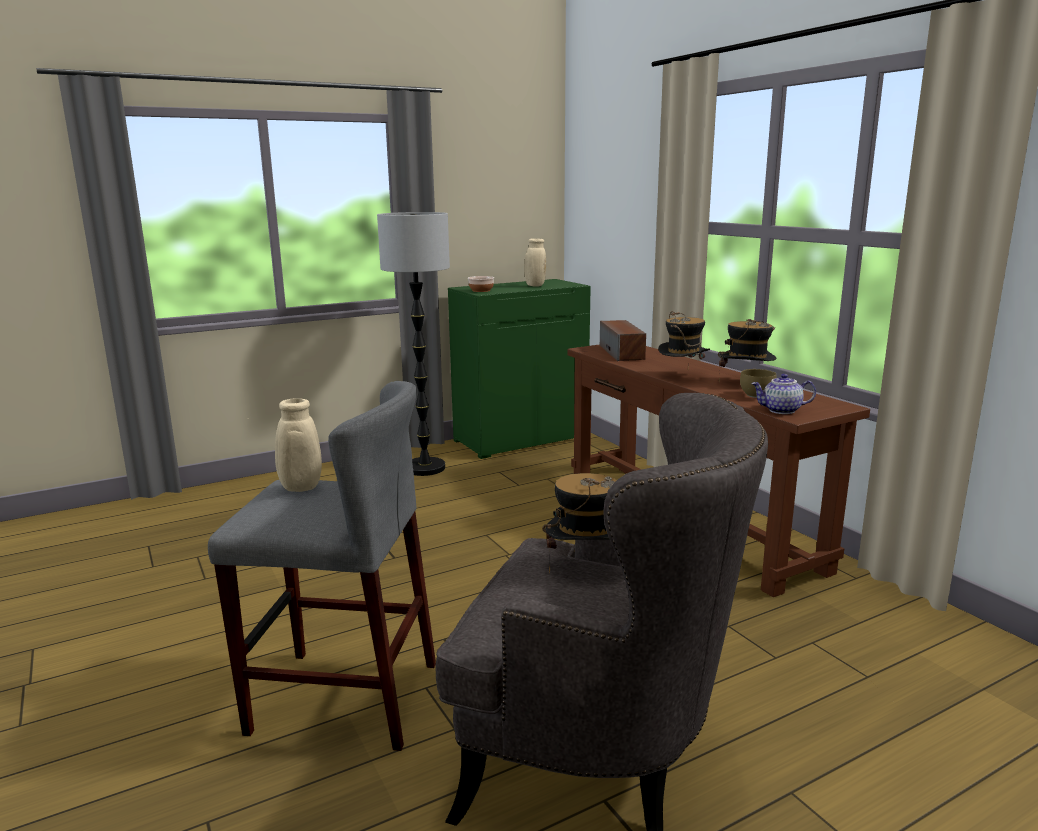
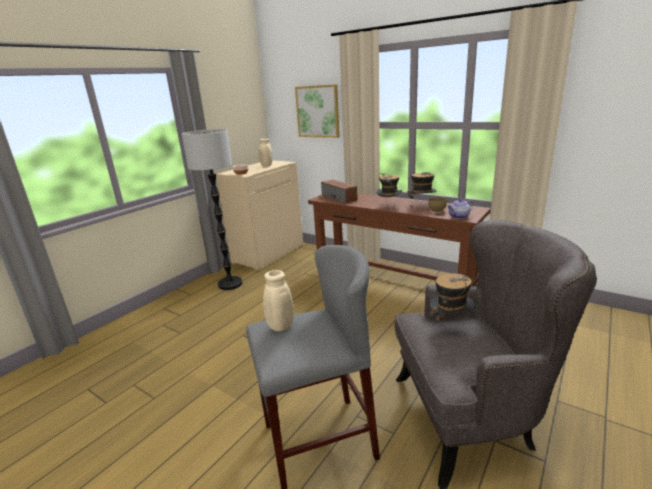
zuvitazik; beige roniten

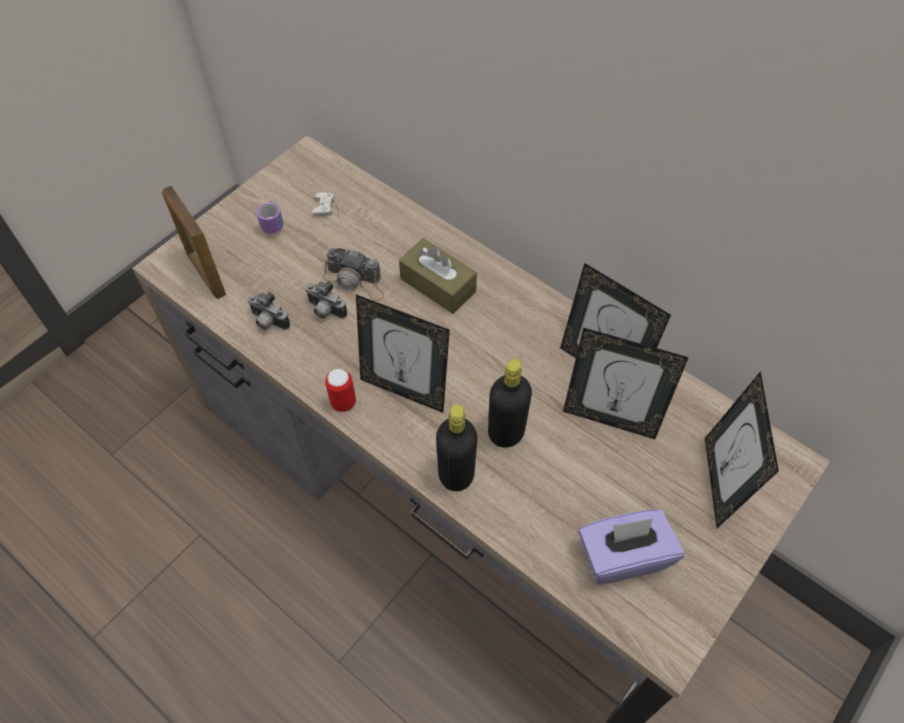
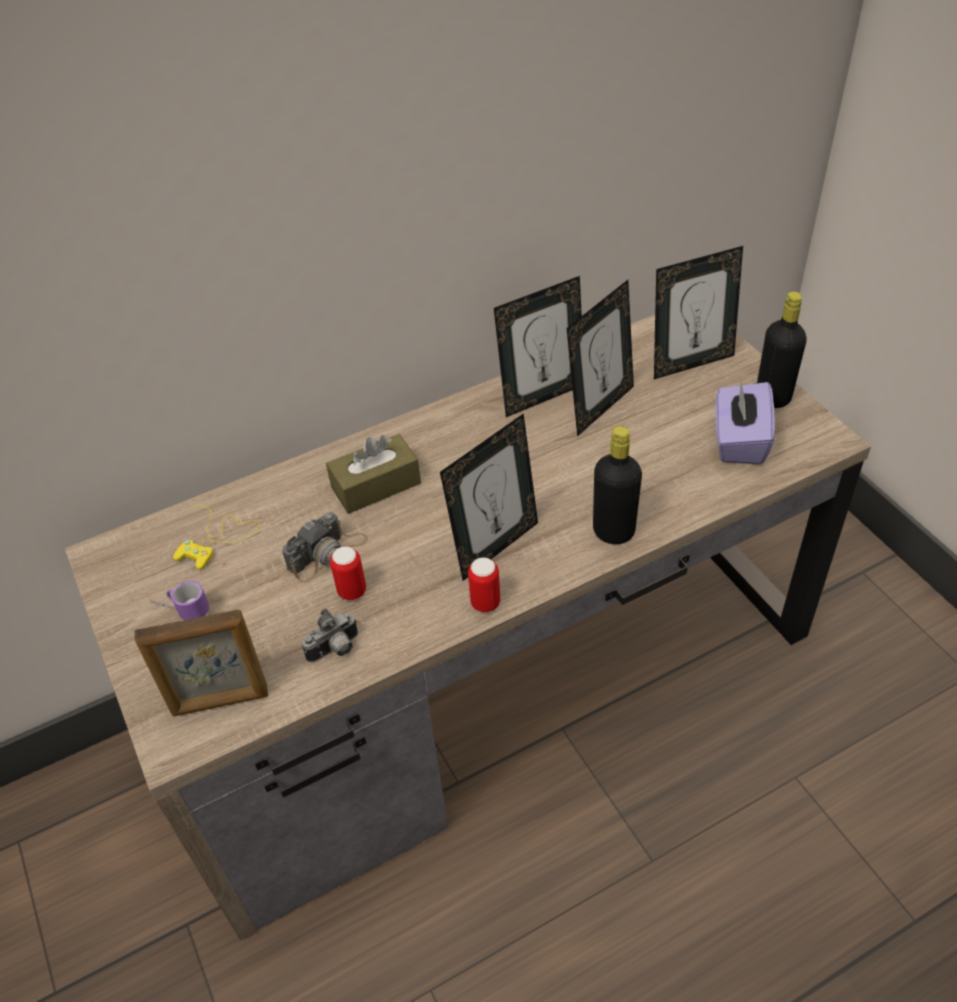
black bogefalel (2nd from left); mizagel (1st from left); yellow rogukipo; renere (5th from left)

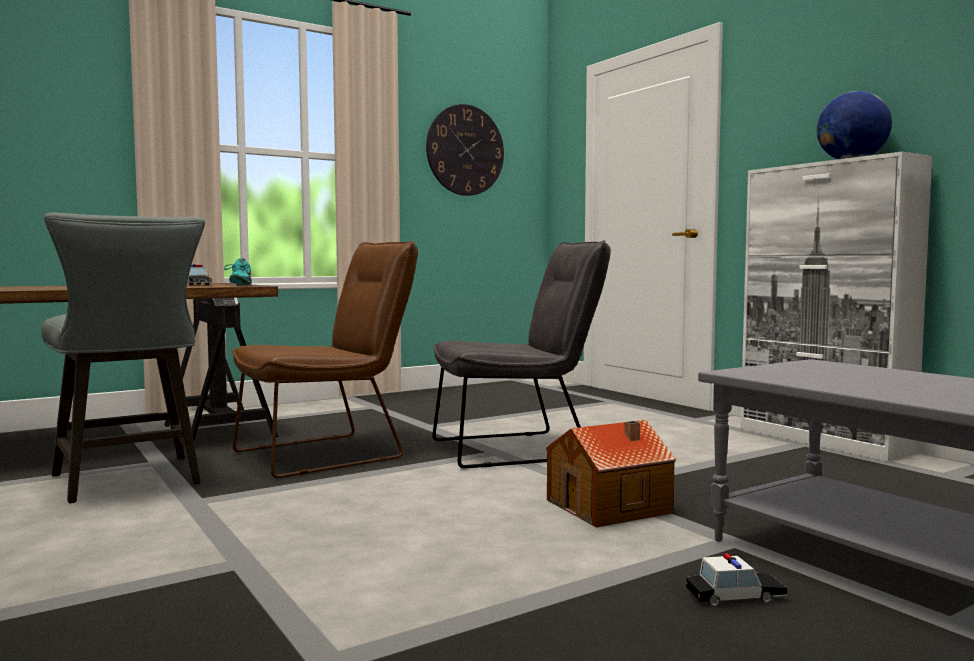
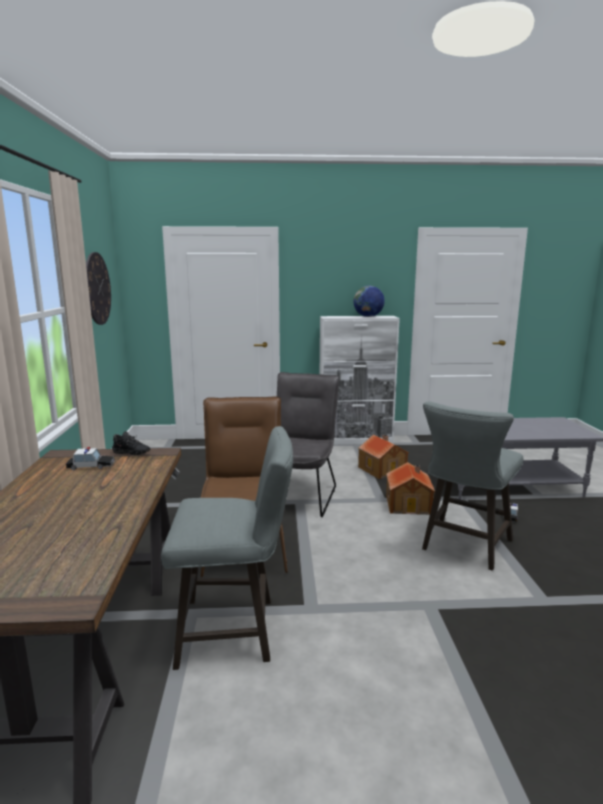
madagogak (1st from left); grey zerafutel (2nd from left); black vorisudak

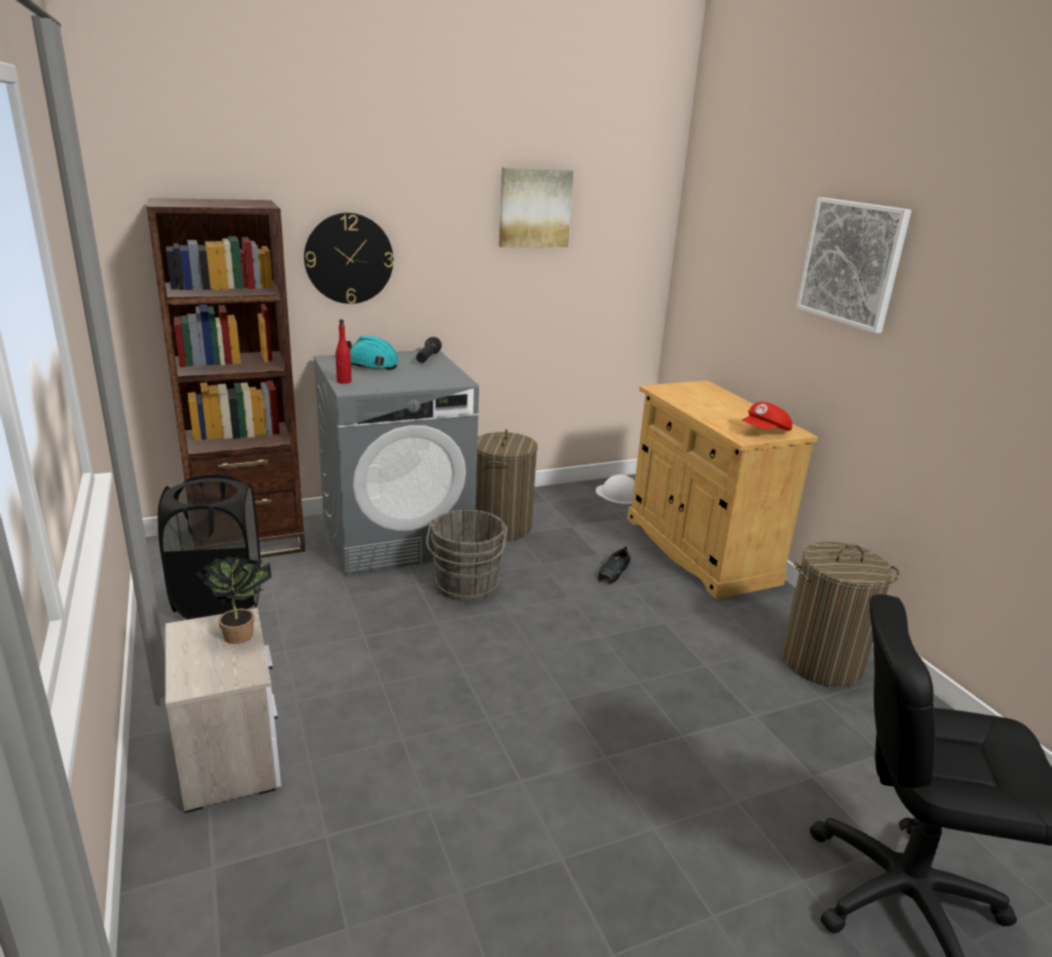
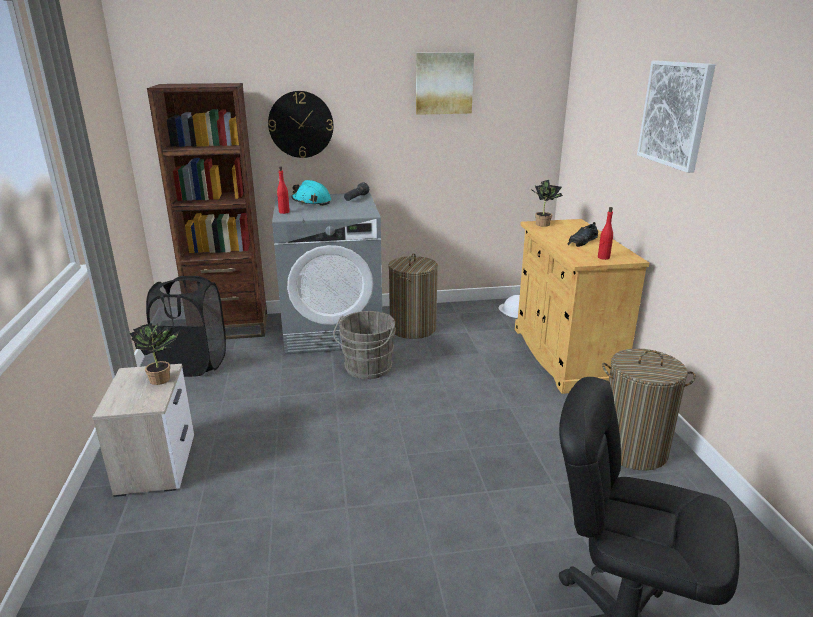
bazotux (2nd from left); black vorisudak; red bogefalel (2nd from left)

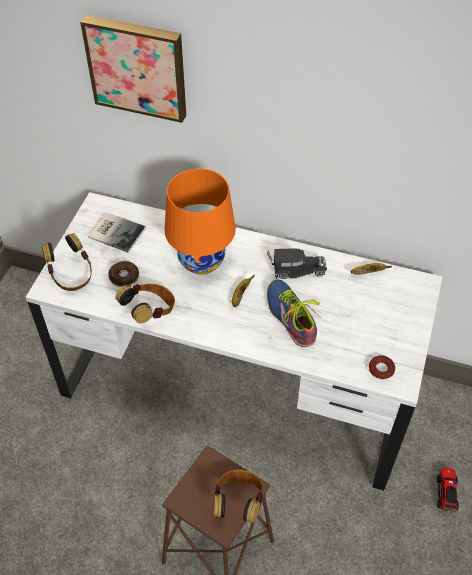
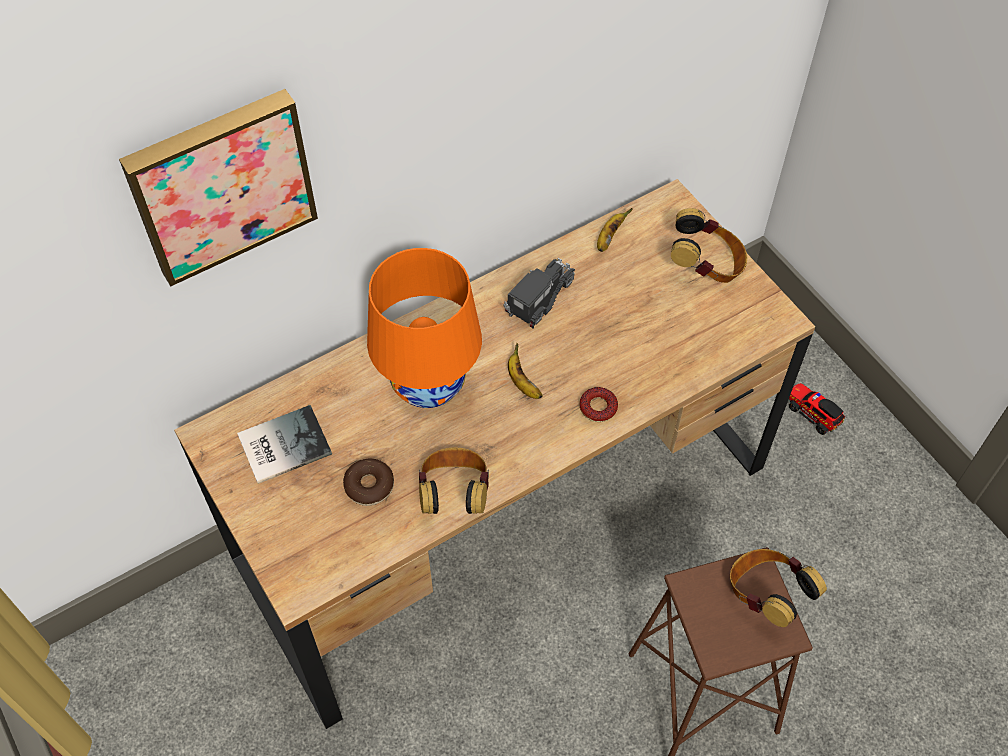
vorisudak; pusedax (2nd from left); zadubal (2nd from left); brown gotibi

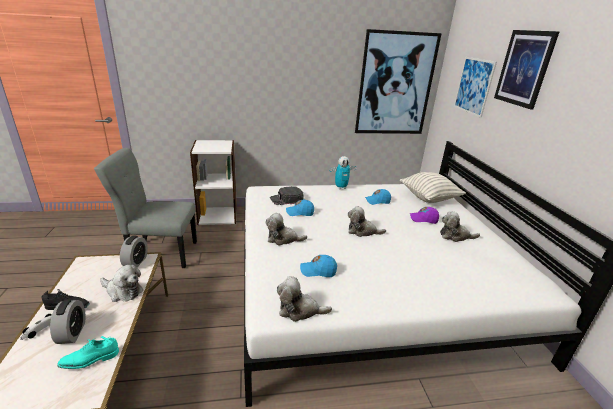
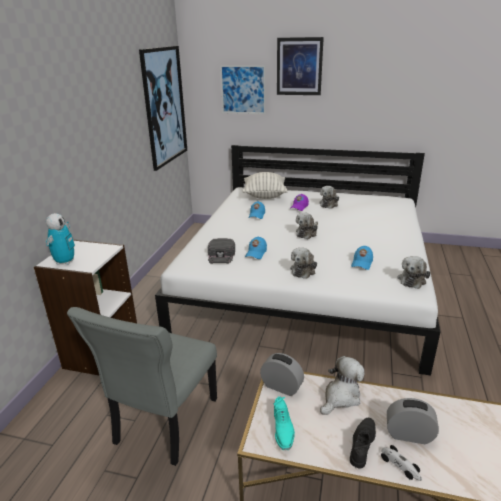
turquoise vorisudak; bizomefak

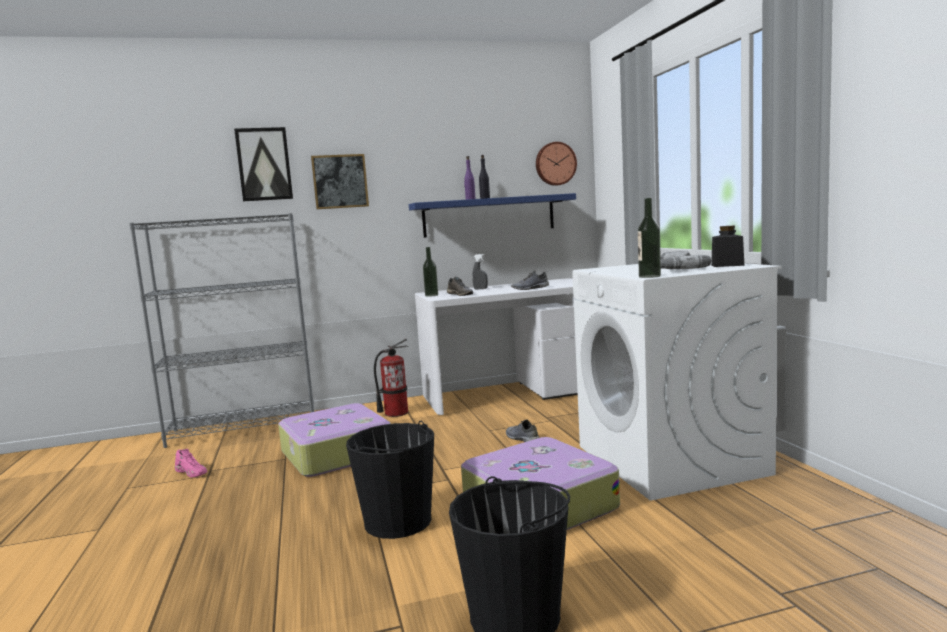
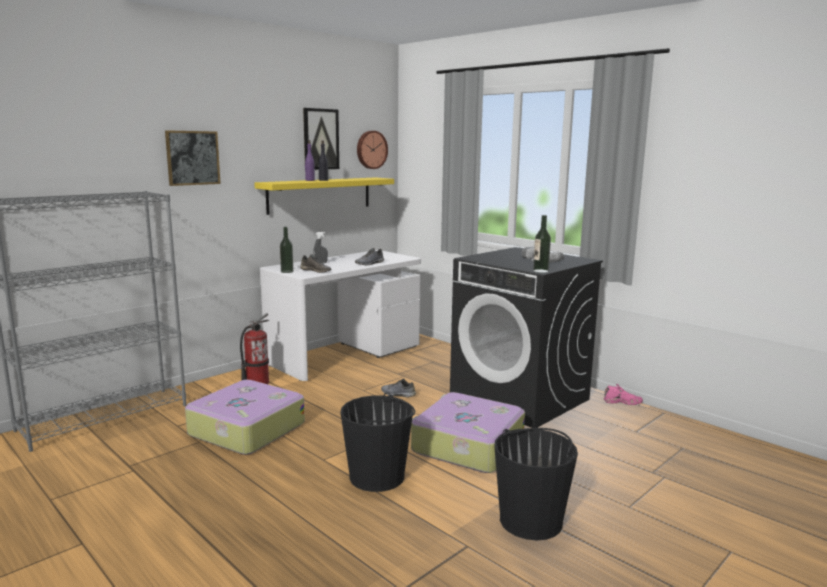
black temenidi; pink vorisudak; zuvitazik (2nd from left); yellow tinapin; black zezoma

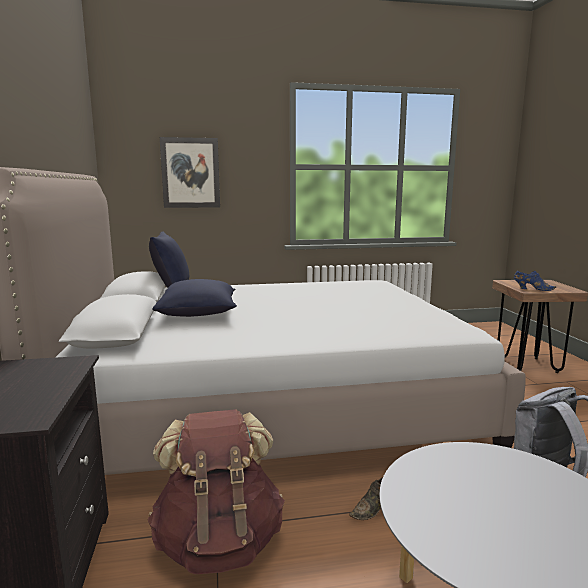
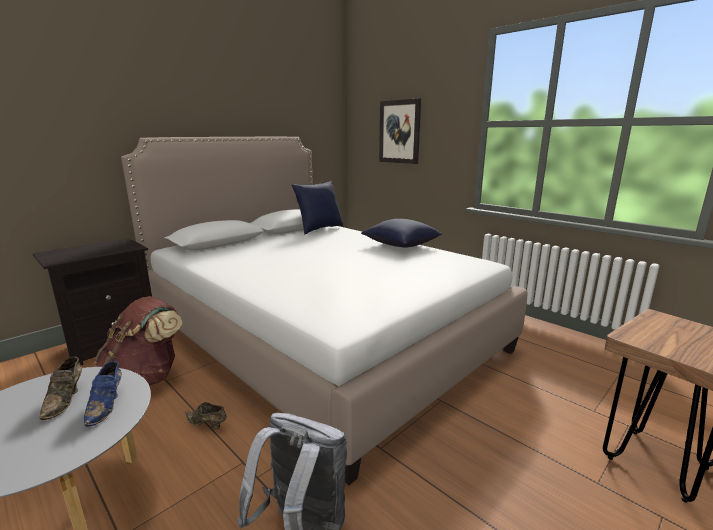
brown vorisudak (1st from left); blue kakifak (2nd from left); blue vorisudak

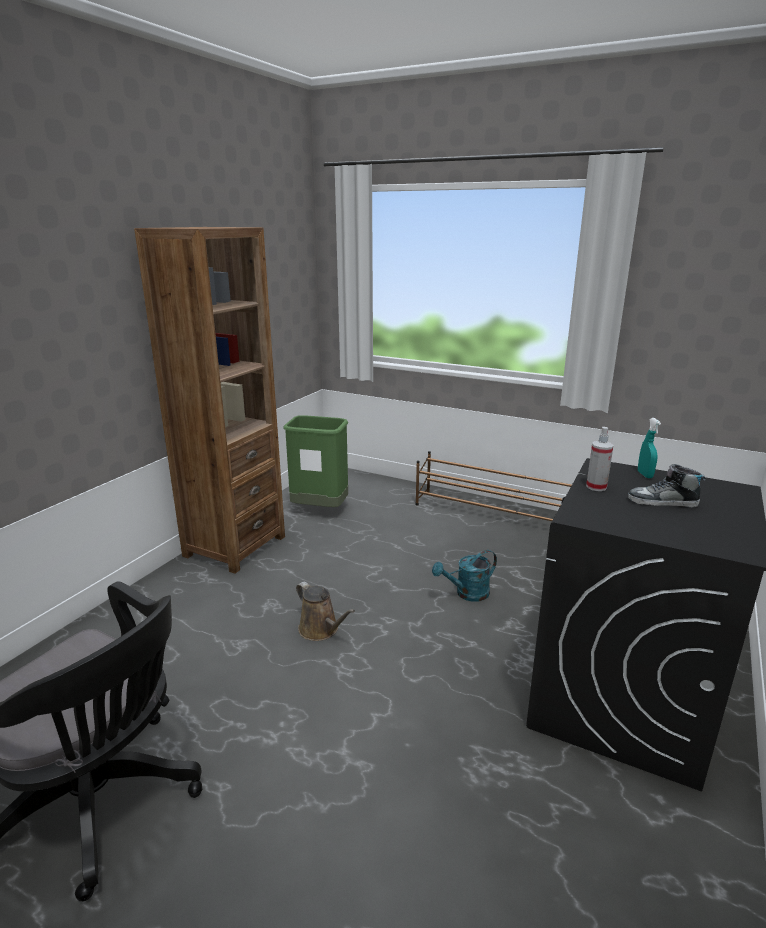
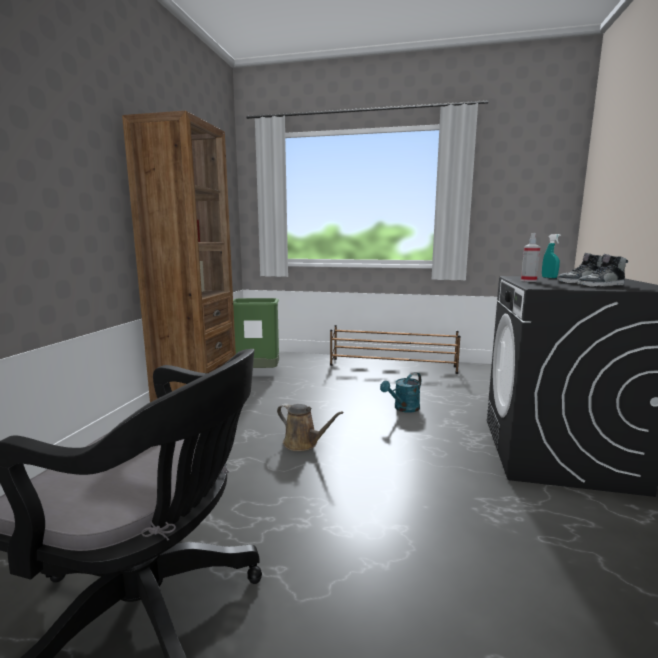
vorisudak (2nd from left)

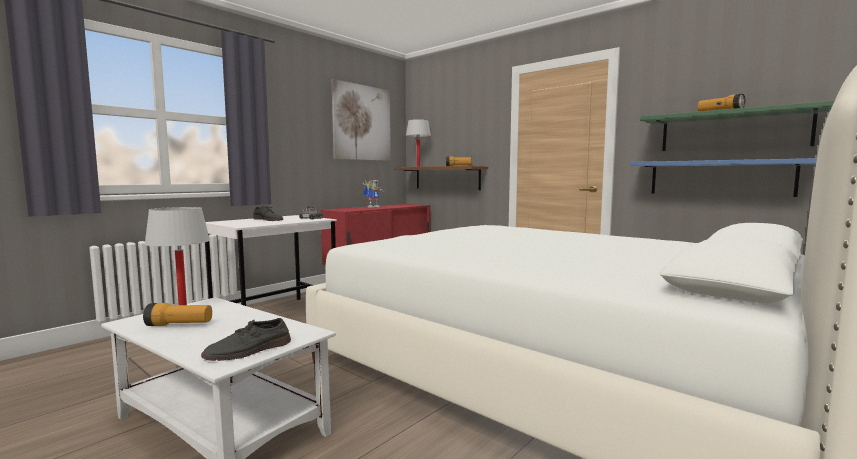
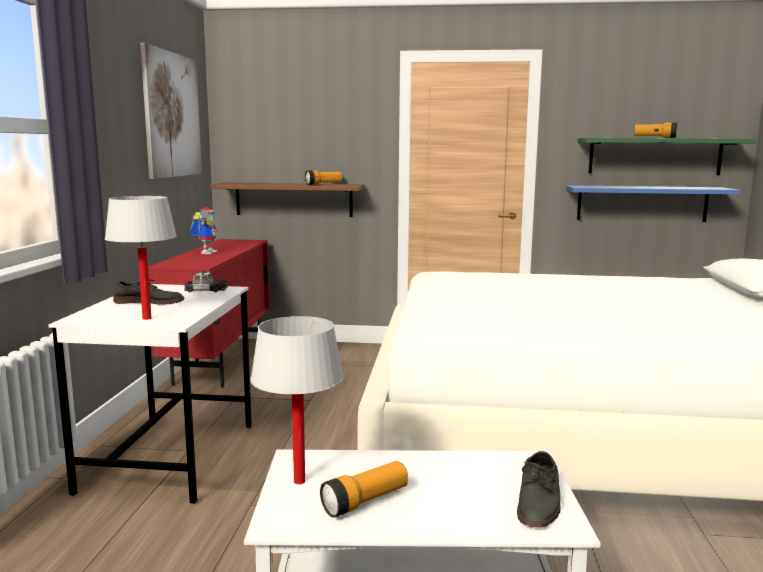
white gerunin (1st from left)

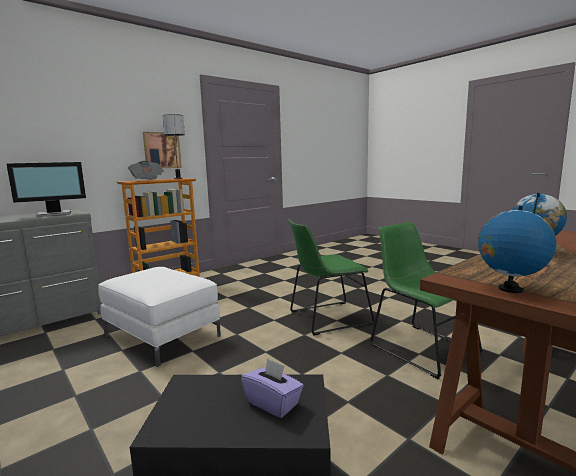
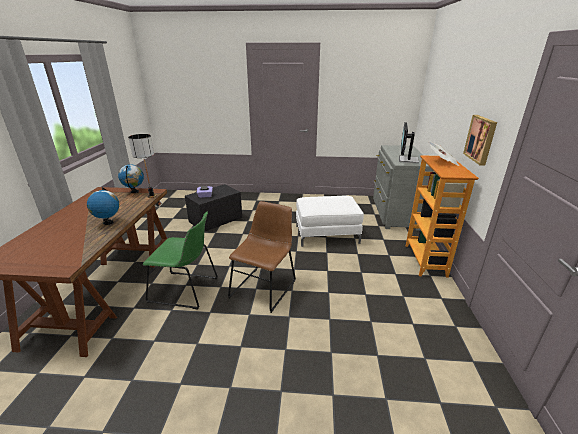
gerunin; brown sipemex

